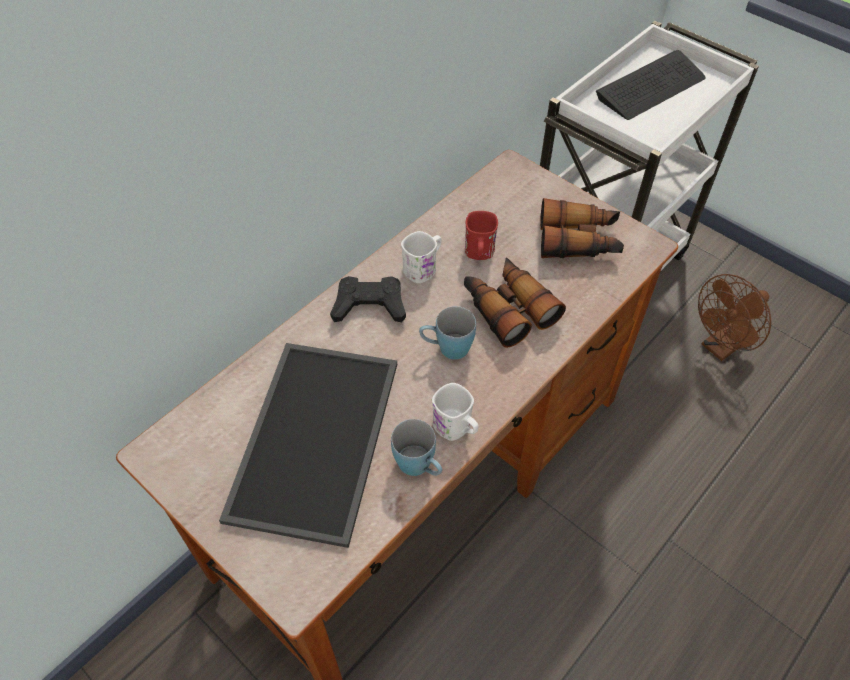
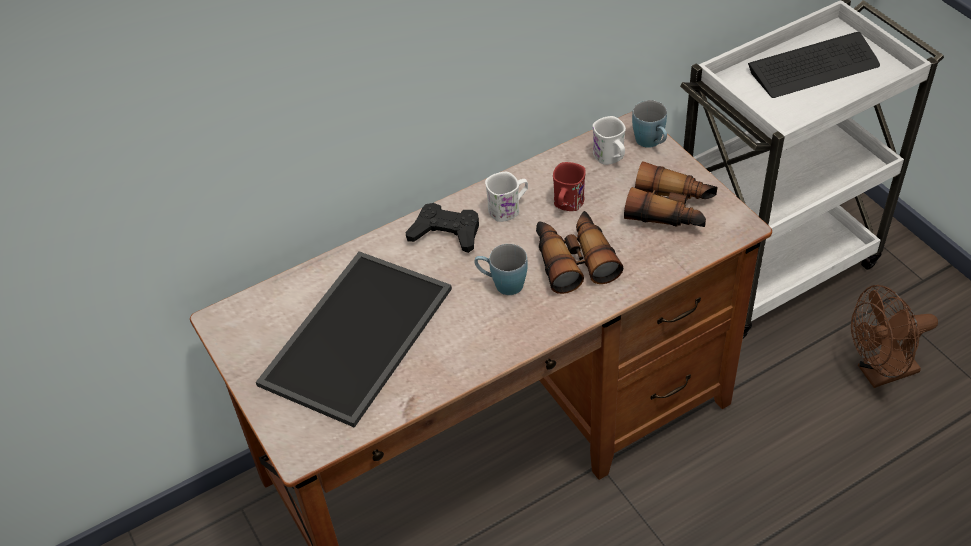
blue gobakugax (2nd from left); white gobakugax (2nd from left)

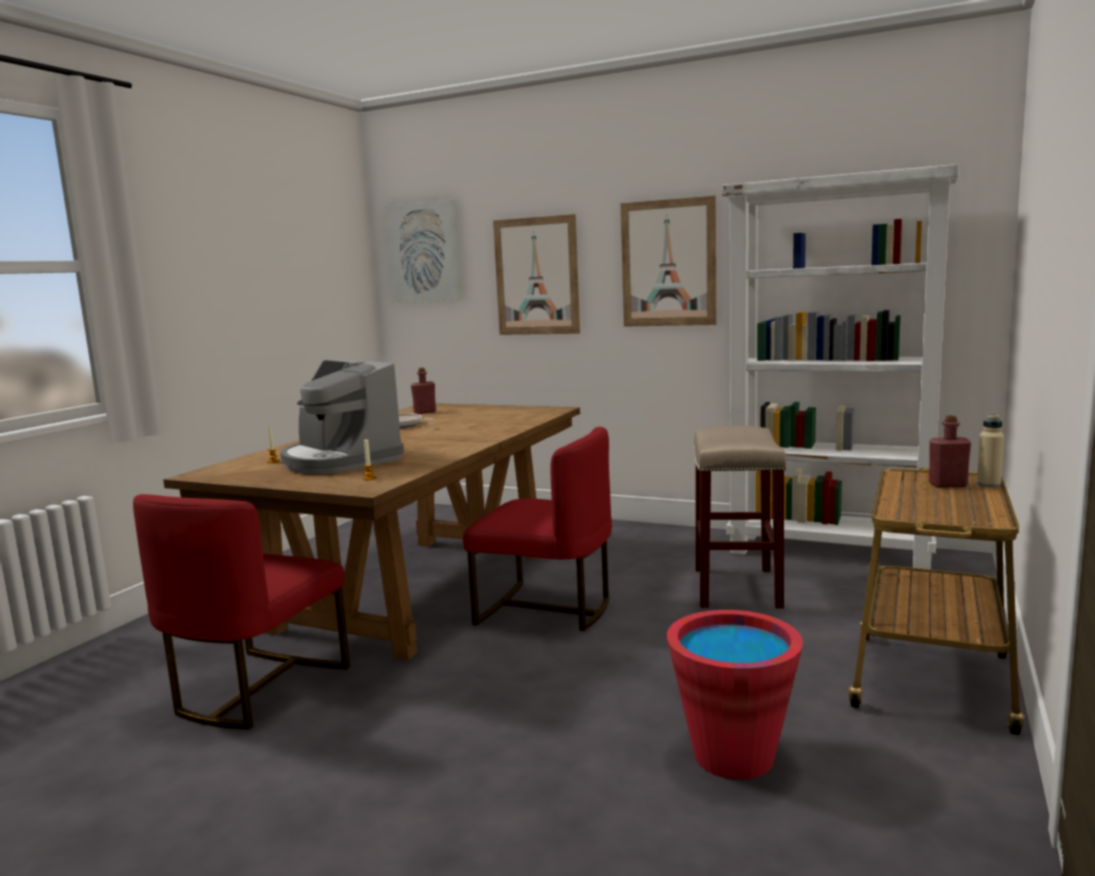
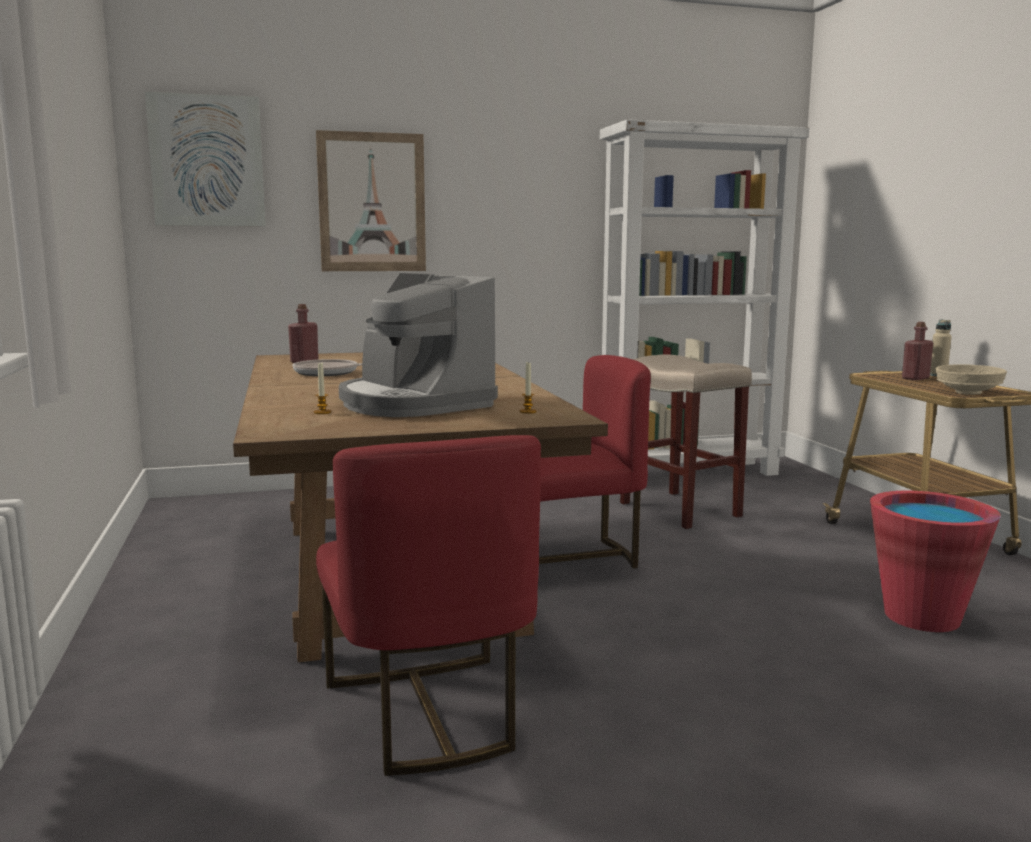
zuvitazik (3rd from left in the first image); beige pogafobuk; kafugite

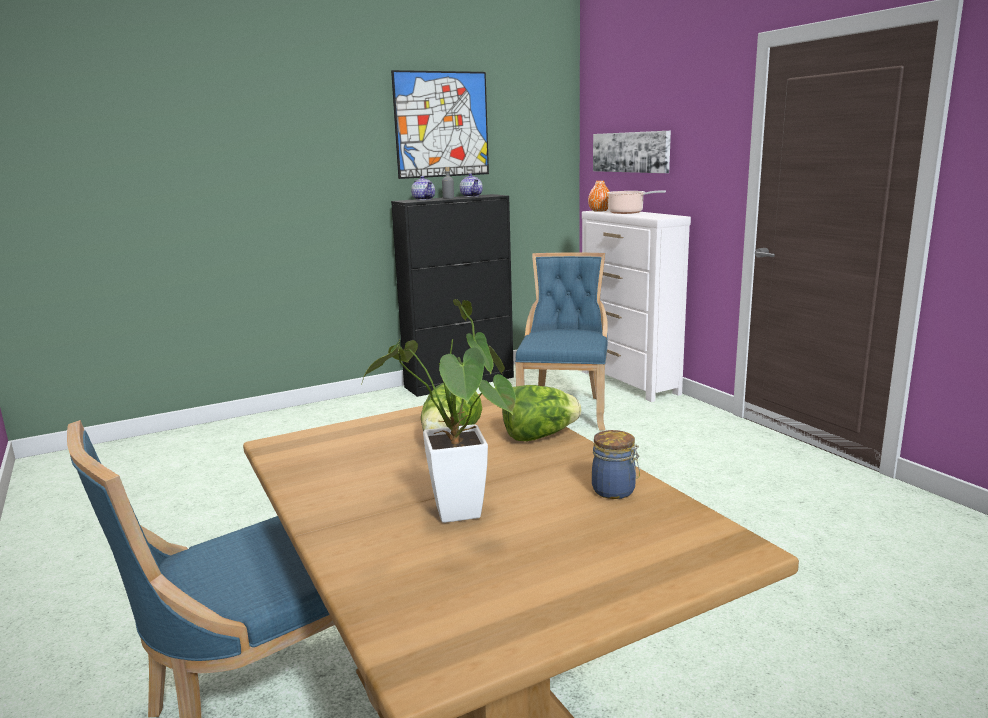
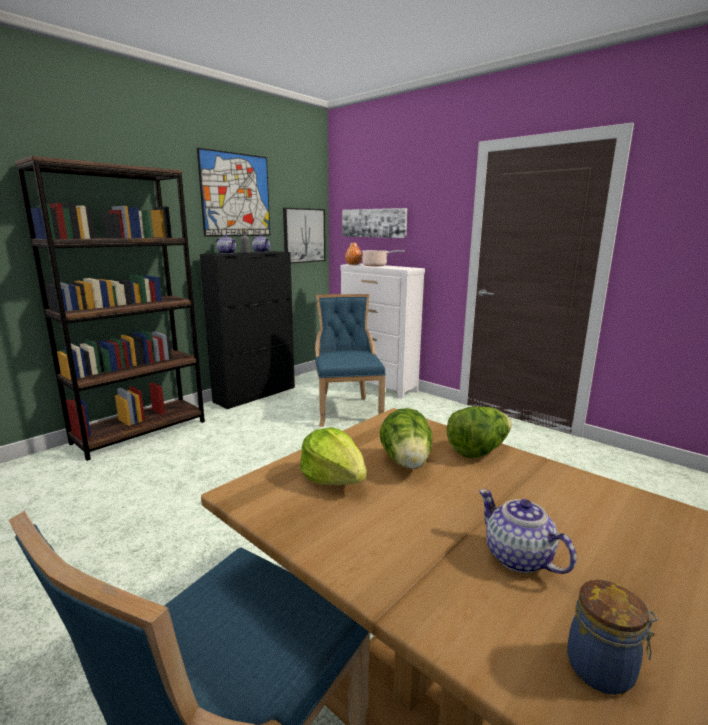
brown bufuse; zuvitazik (2nd from left); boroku (1st from left); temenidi; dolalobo (3rd from left)

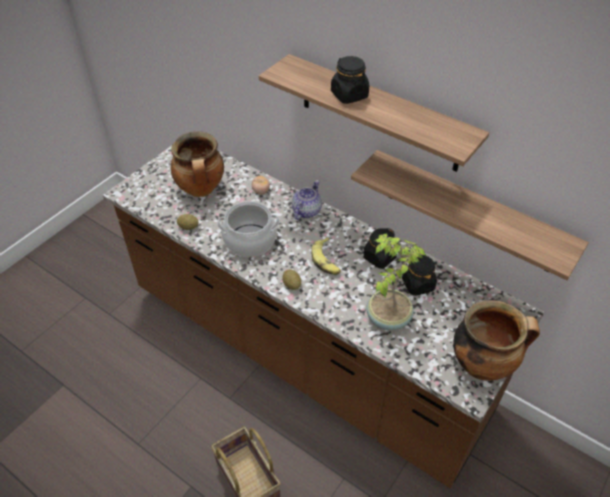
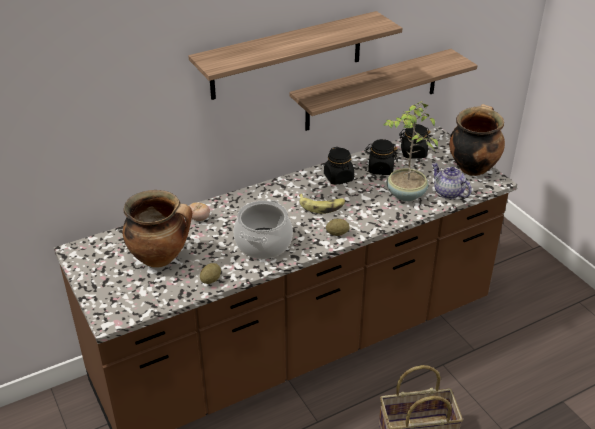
dolalobo; black temenidi (3rd from left)

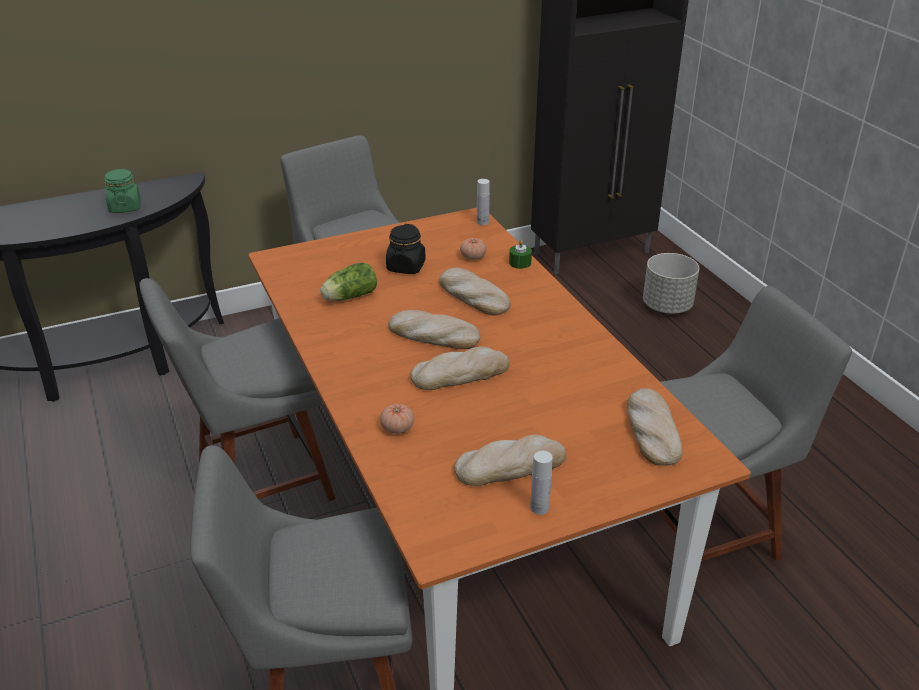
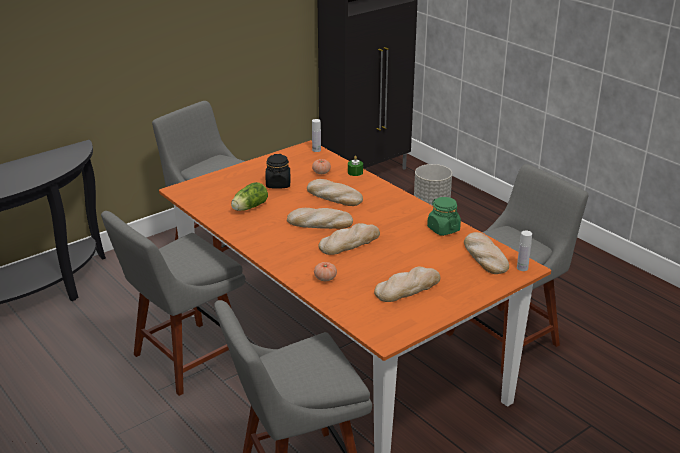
green temenidi; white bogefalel (2nd from left)

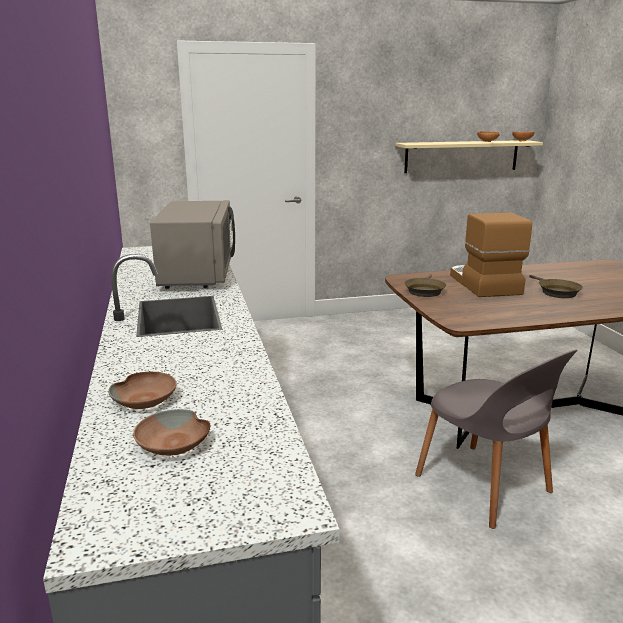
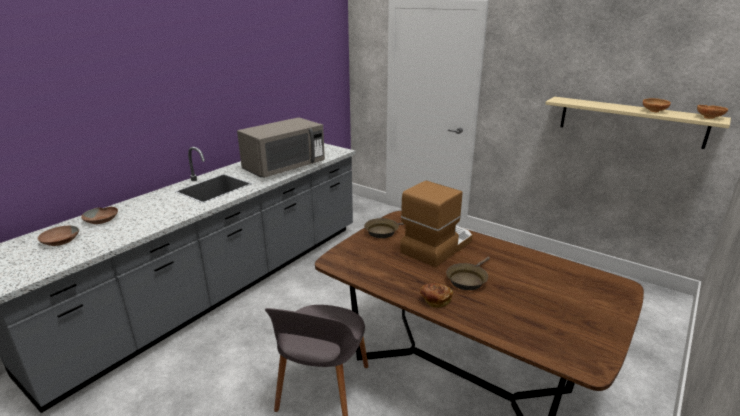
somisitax

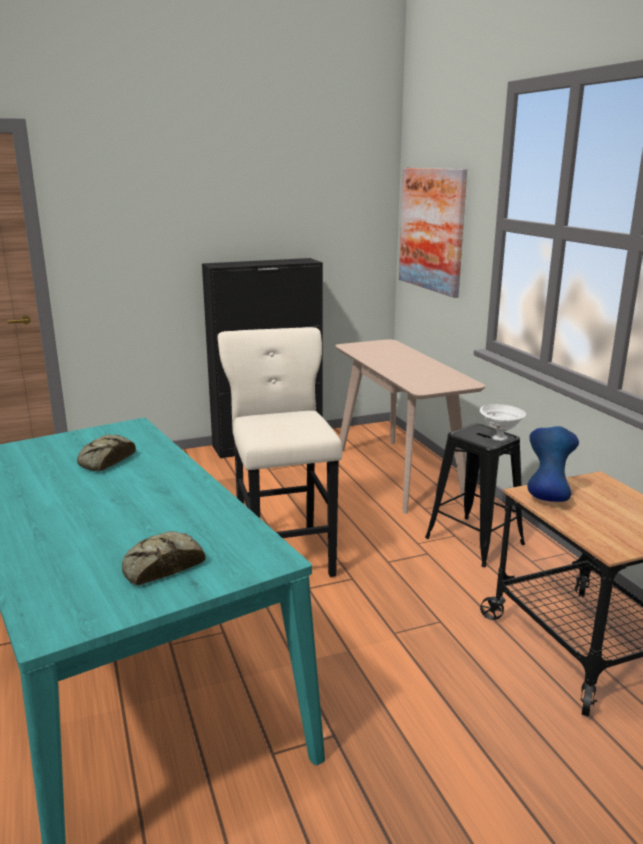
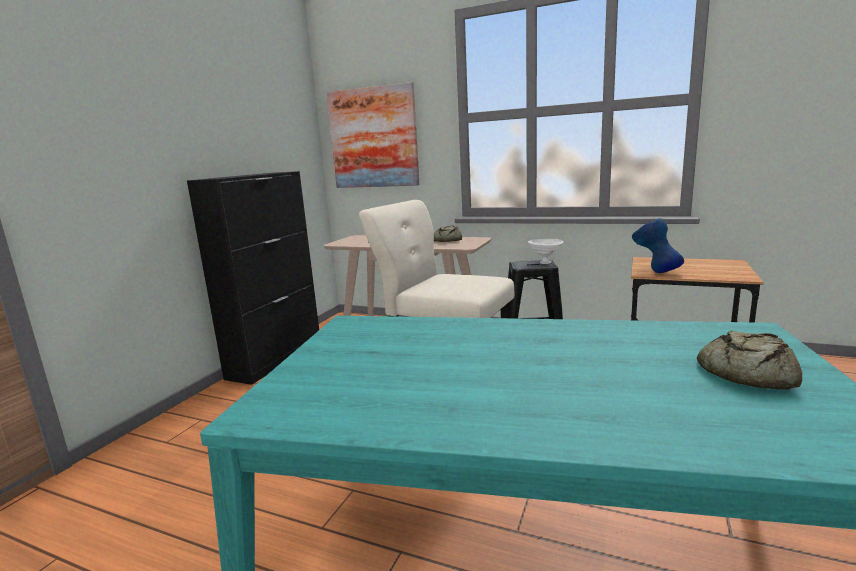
somisitax (1st from left)

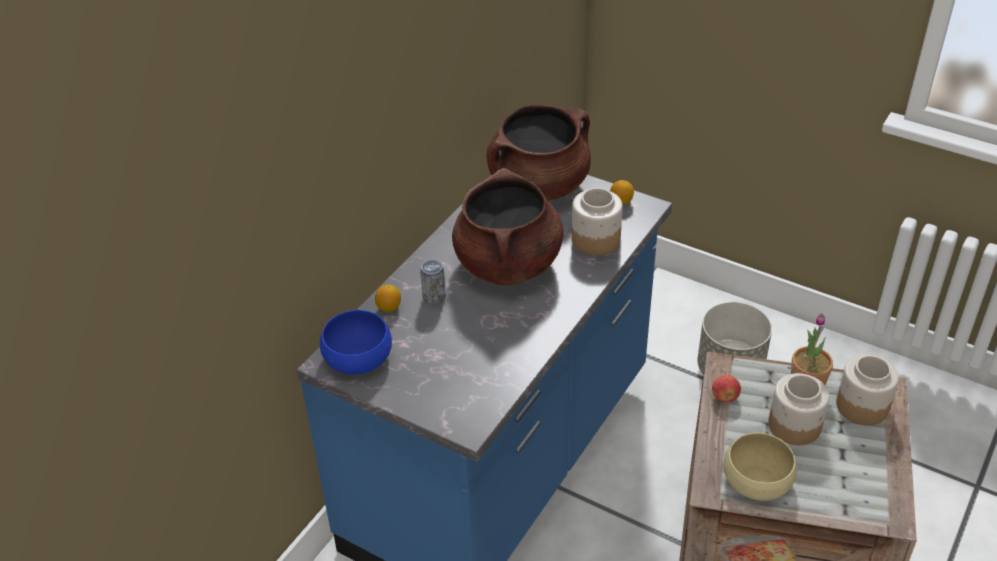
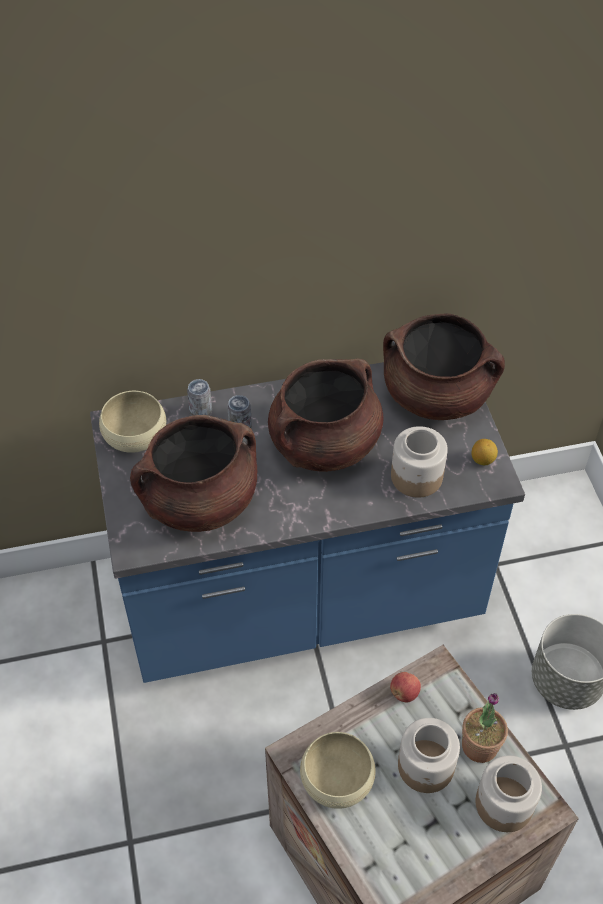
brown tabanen (1st from left); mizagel (1st from left); beige pogafobuk (1st from left)

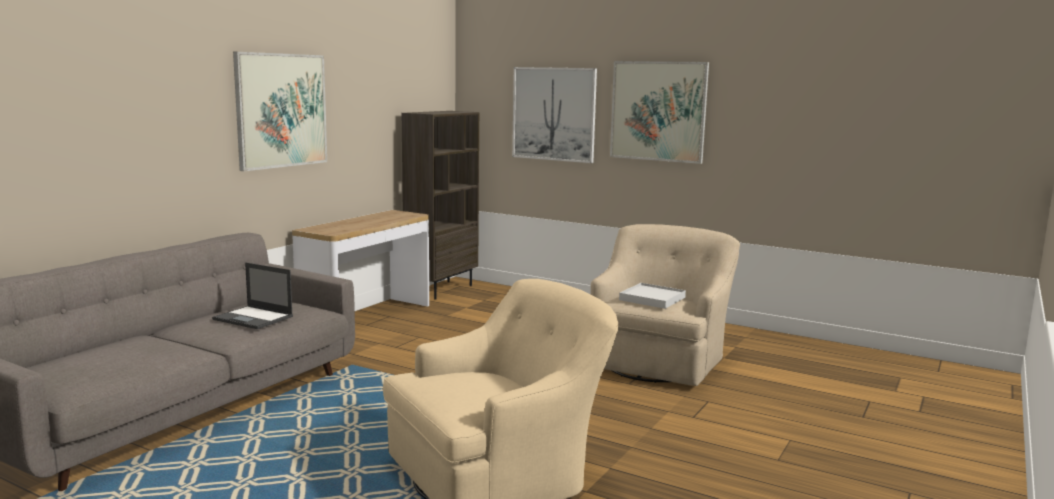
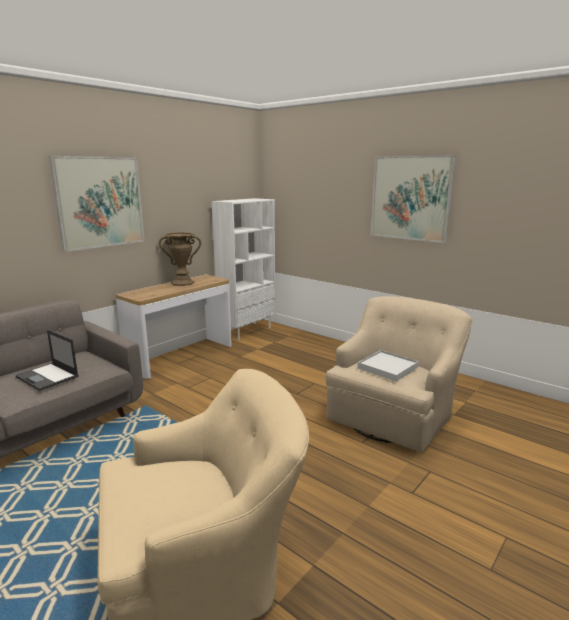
zuvitazik (2nd from left in the first image); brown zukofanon; white bufuse

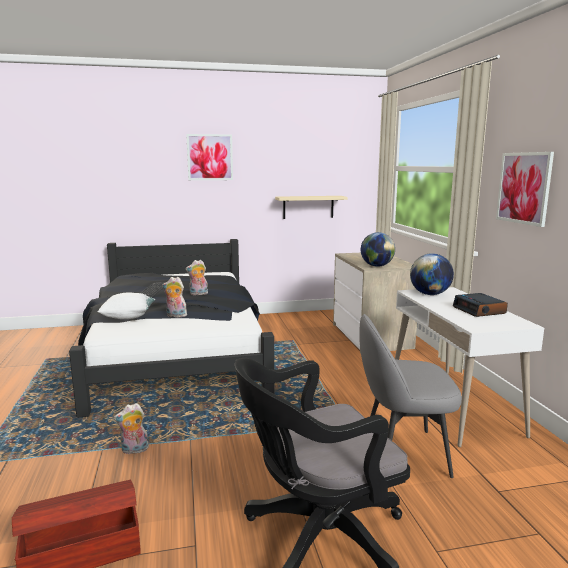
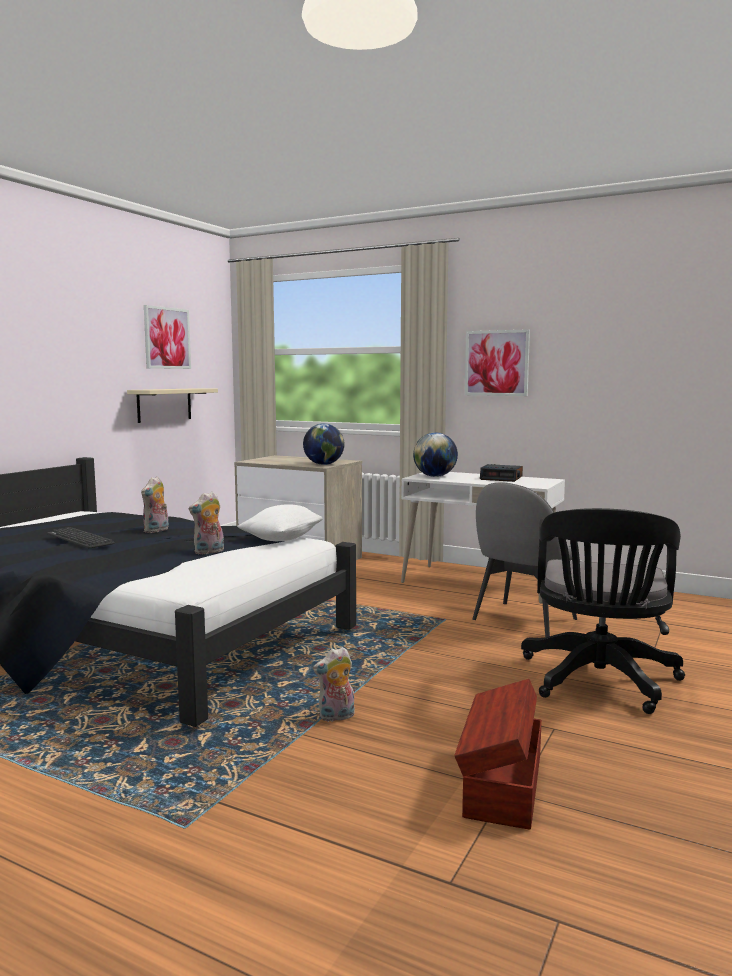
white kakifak; zuvitazik (1st from left); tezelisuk (3rd from left)

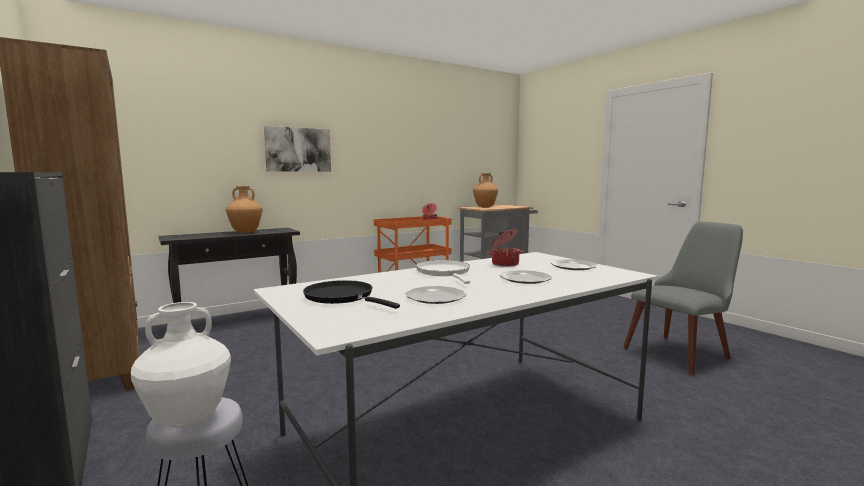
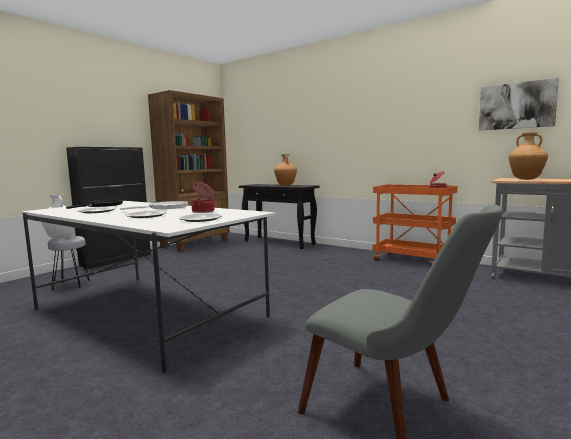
zuvitazik

